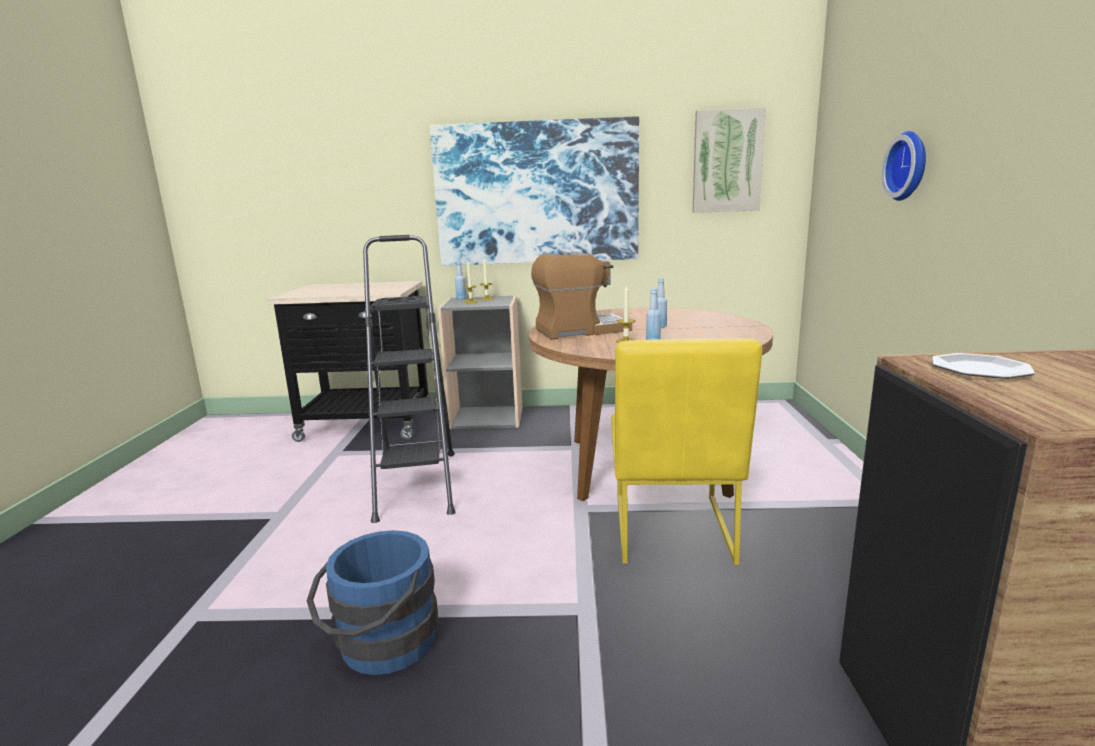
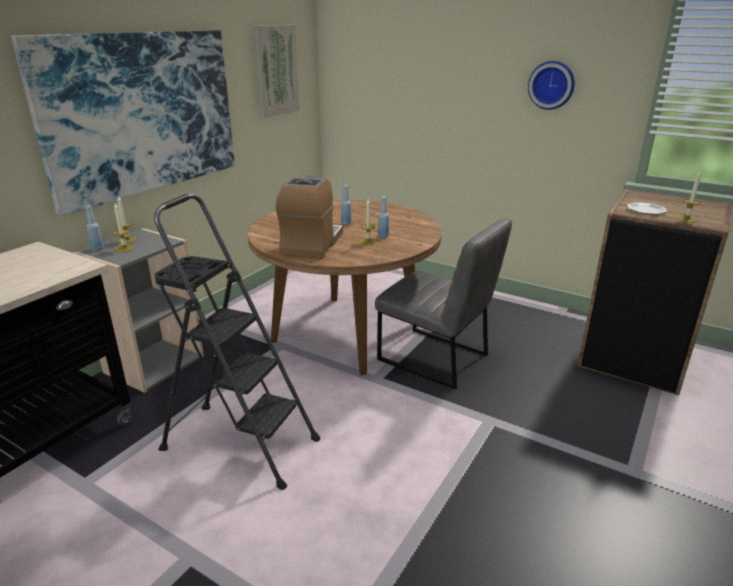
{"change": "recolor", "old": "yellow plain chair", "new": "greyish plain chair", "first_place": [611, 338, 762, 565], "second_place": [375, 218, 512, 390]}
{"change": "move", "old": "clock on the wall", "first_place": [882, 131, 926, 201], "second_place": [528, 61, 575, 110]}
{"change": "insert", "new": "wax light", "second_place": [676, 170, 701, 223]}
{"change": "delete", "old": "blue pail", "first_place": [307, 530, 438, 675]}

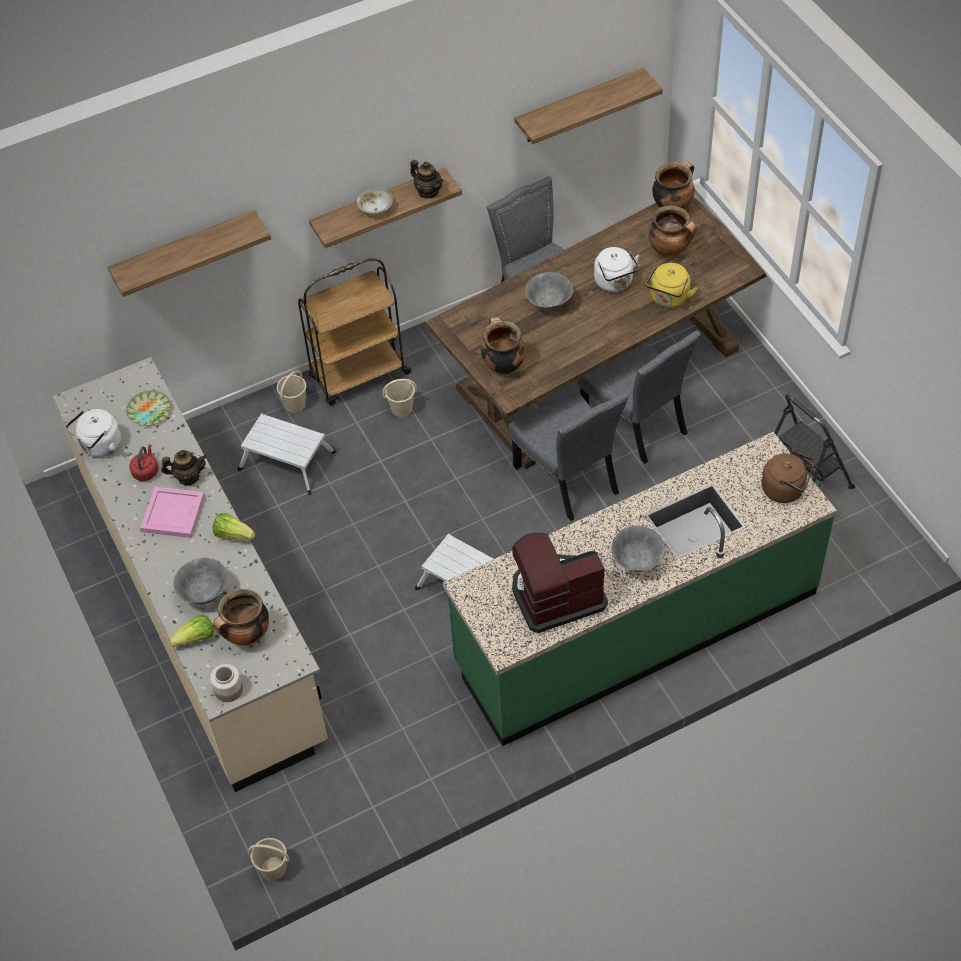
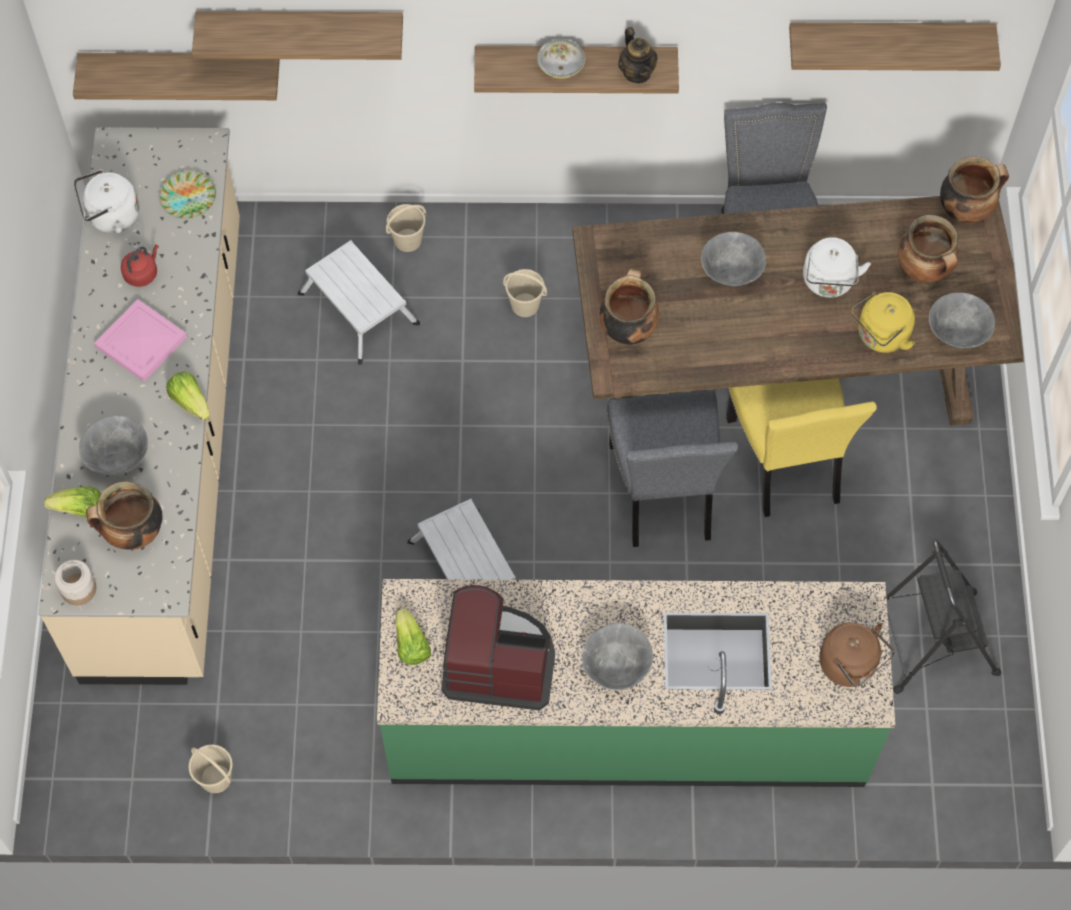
{"change": "insert", "new": "bracket shelf", "second_place": [73, 53, 280, 100]}
{"change": "move", "old": "sand-coloured pail", "first_place": [248, 838, 290, 881], "second_place": [189, 745, 233, 793]}
{"change": "insert", "new": "head of lettuce", "second_place": [395, 608, 431, 665]}
{"change": "recolor", "old": "greyish plain chair", "new": "yellow plain chair", "first_place": [577, 330, 701, 463], "second_place": [726, 378, 877, 517]}
{"change": "insert", "new": "greyish deep dish", "second_place": [929, 293, 995, 348]}
{"change": "delete", "old": "pot for tea", "first_place": [162, 450, 207, 486]}
{"change": "delete", "old": "brown-coloured wheeled cart", "first_place": [298, 258, 411, 406]}

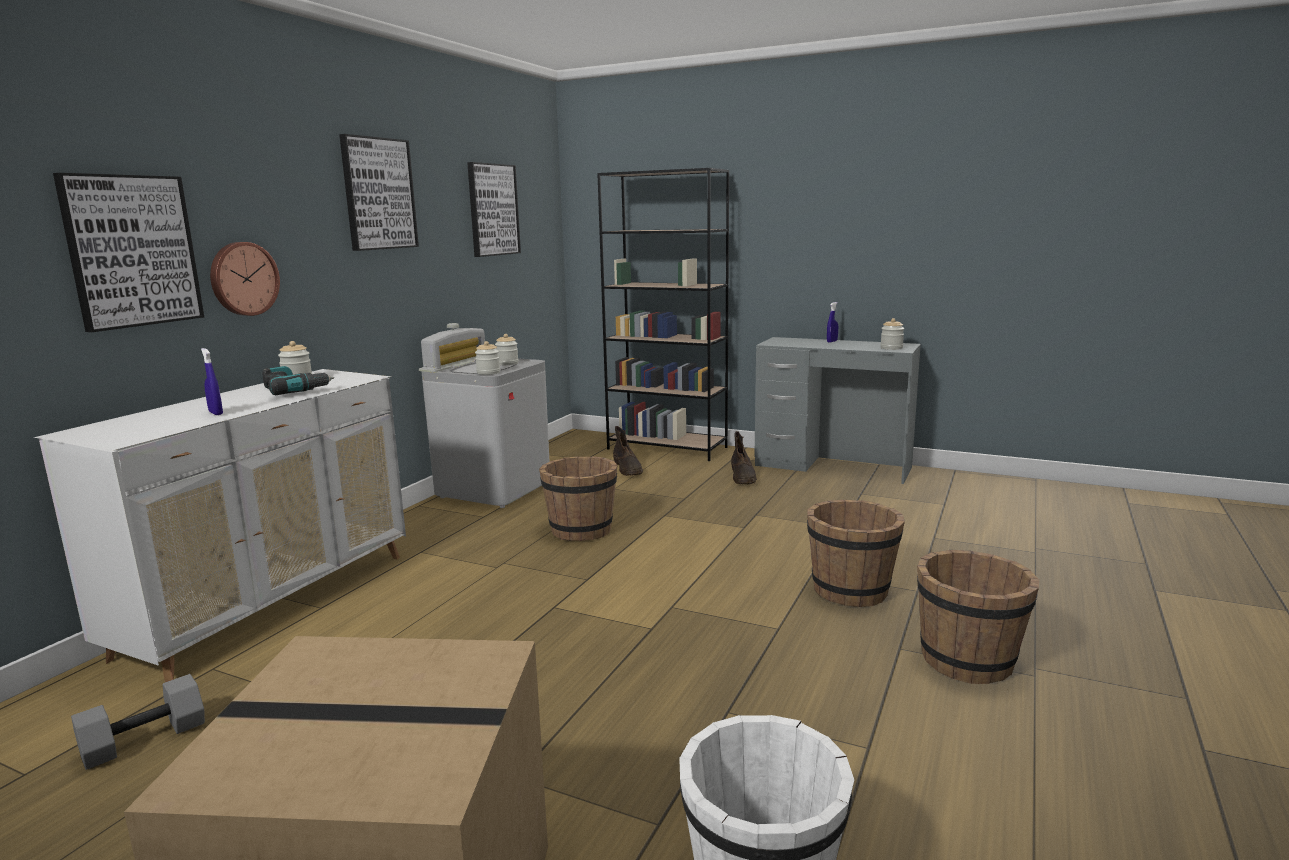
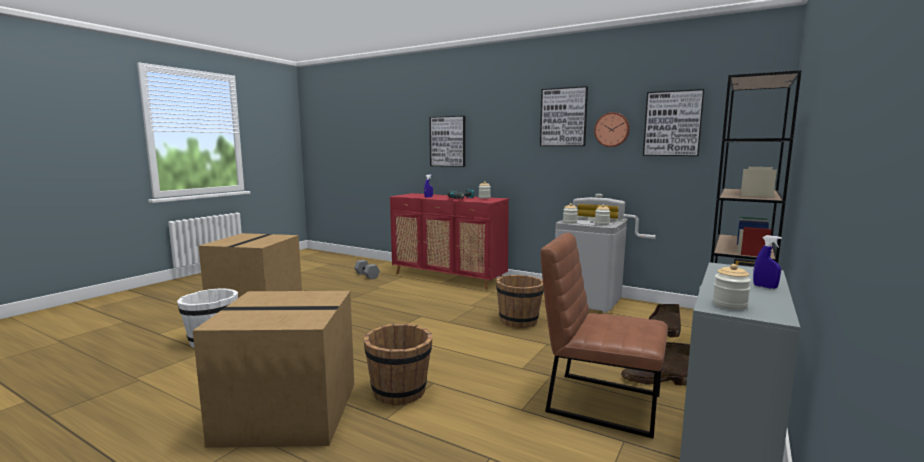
{"change": "replace", "old": "brown-coloured pail", "new": "packing box", "first_place": [917, 550, 1039, 684], "second_place": [193, 291, 354, 448]}
{"change": "recolor", "old": "whitish storage cabinet", "new": "reddish storage cabinet", "first_place": [33, 369, 406, 682], "second_place": [389, 193, 510, 290]}
{"change": "insert", "new": "brown-coloured plain chair", "second_place": [540, 233, 668, 438]}
{"change": "move", "old": "clock on the wall", "first_place": [210, 242, 280, 316], "second_place": [594, 112, 630, 147]}

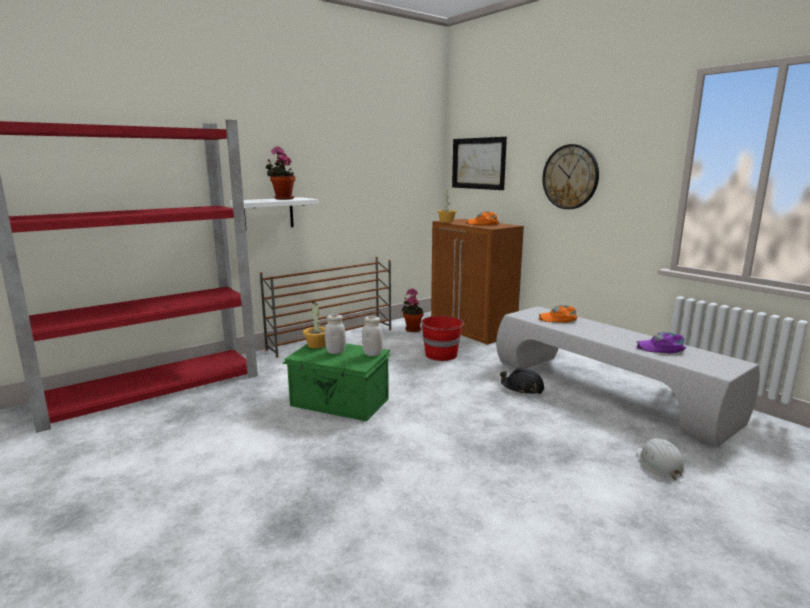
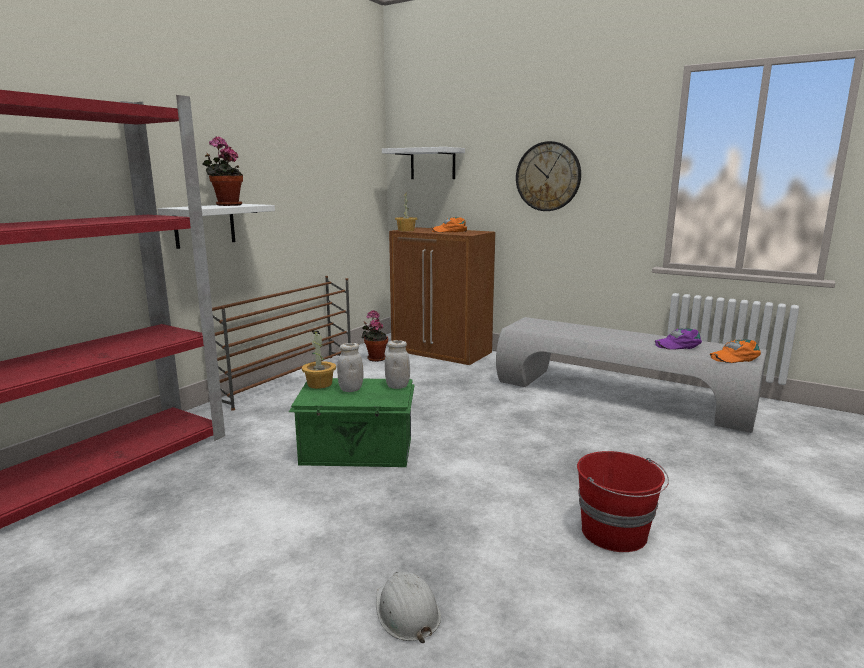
{"change": "move", "old": "whitish work helmet", "first_place": [636, 438, 686, 480], "second_place": [376, 572, 441, 643]}
{"change": "replace", "old": "wall picture", "new": "whitish bracket shelf", "first_place": [452, 137, 507, 190], "second_place": [382, 147, 465, 179]}
{"change": "move", "old": "reddish pail", "first_place": [421, 316, 464, 361], "second_place": [577, 451, 669, 552]}
{"change": "move", "old": "orangey cap", "first_place": [538, 305, 578, 323], "second_place": [710, 339, 761, 363]}
{"change": "delete", "old": "black work helmet", "first_place": [500, 368, 545, 394]}

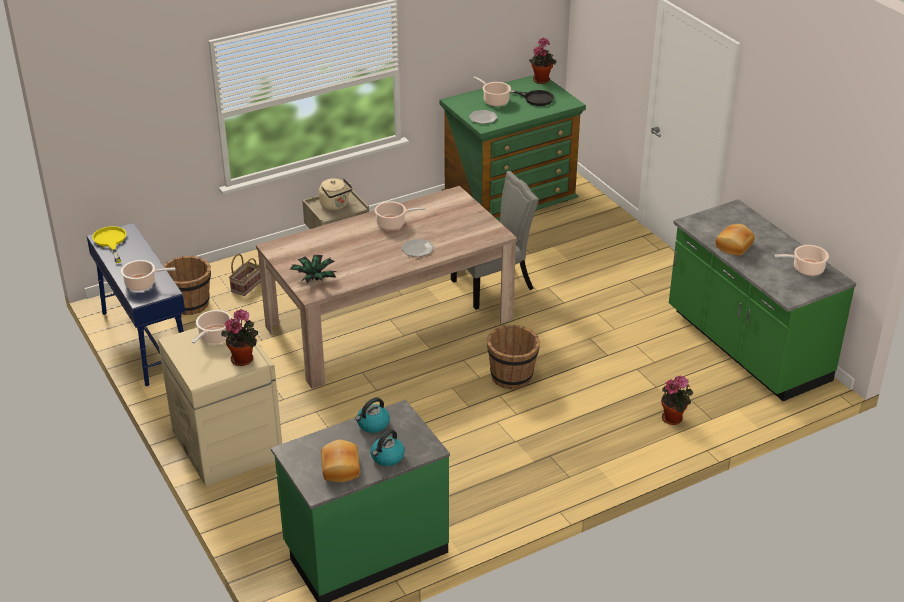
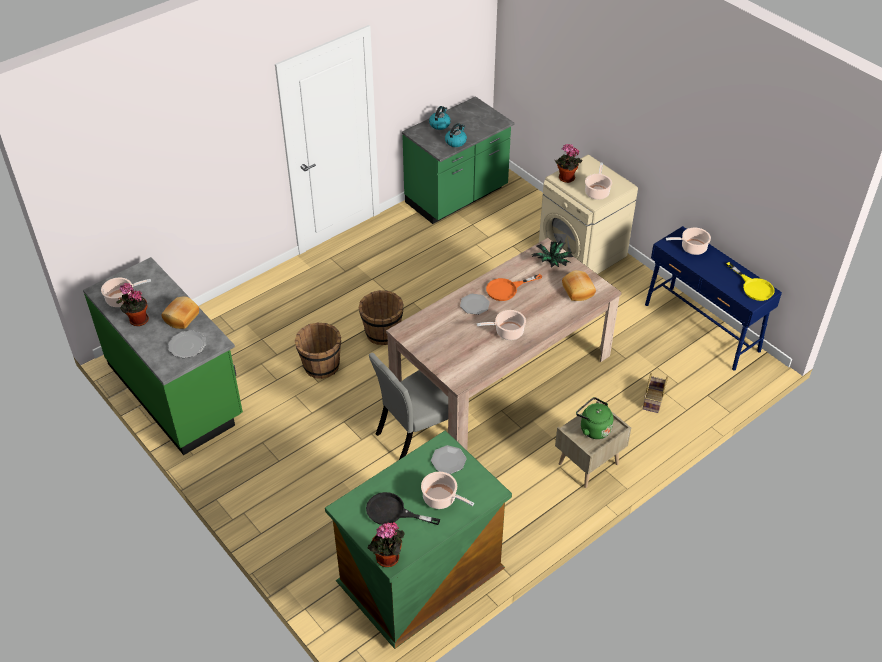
{"change": "move", "old": "plant in a pot", "first_place": [661, 375, 693, 425], "second_place": [116, 283, 149, 326]}
{"change": "insert", "new": "dinner plate", "second_place": [168, 330, 207, 358]}
{"change": "move", "old": "brown-coloured pail", "first_place": [163, 256, 211, 315], "second_place": [295, 323, 341, 379]}
{"change": "insert", "new": "orangey skillet", "second_place": [486, 274, 542, 301]}
{"change": "move", "old": "baked bread", "first_place": [321, 440, 360, 482], "second_place": [562, 270, 596, 301]}
{"change": "recolor", "old": "sand-coloured kettle", "new": "green kettle", "first_place": [319, 178, 353, 210], "second_place": [576, 397, 613, 439]}

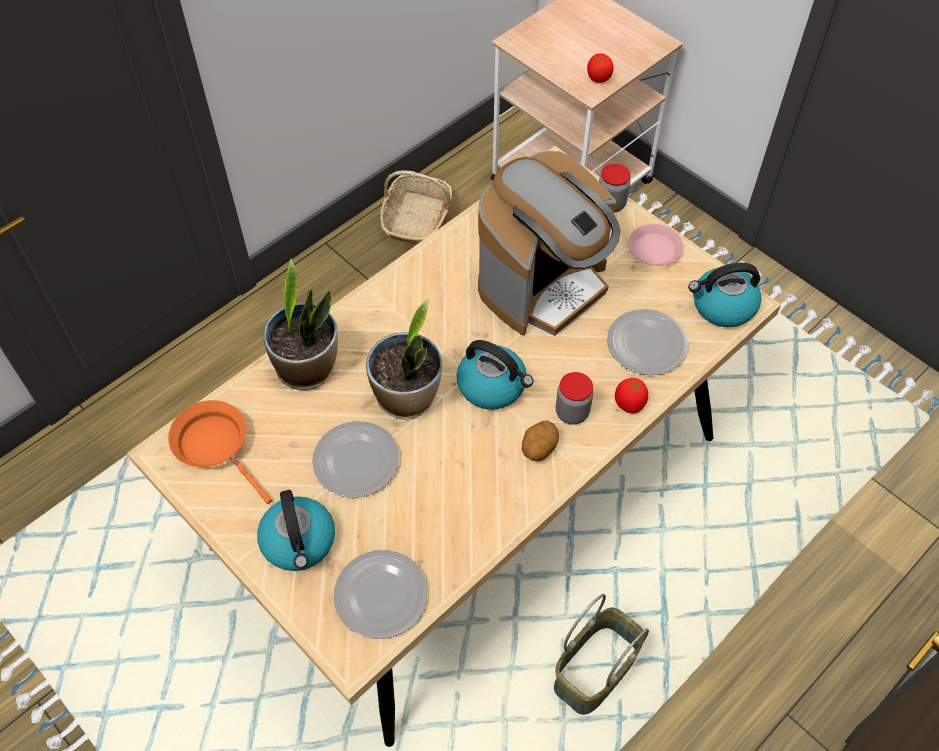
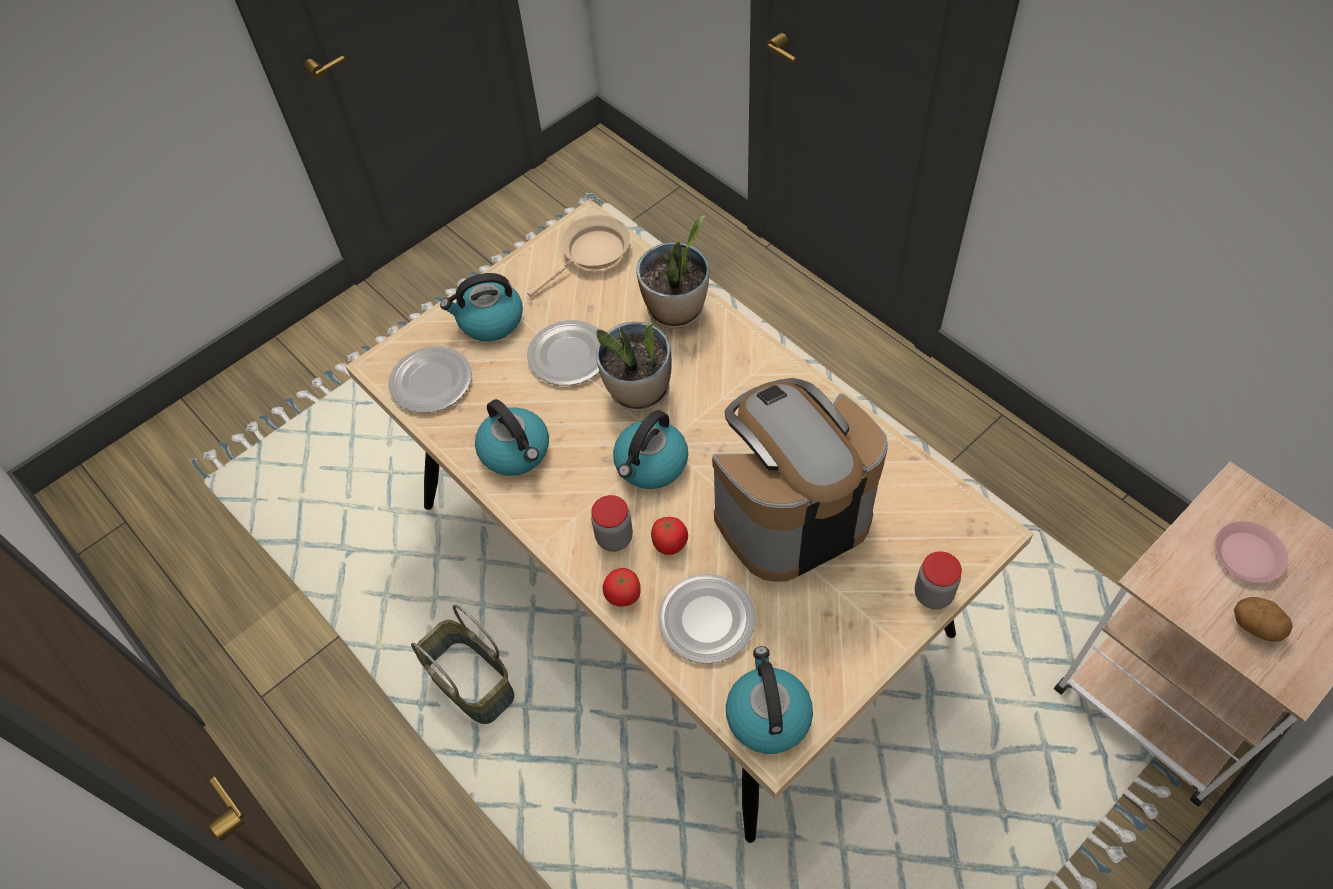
{"change": "insert", "new": "kettle", "second_place": [475, 399, 549, 476]}
{"change": "recolor", "old": "orangey skillet", "new": "sand-coloured skillet", "first_place": [168, 400, 272, 504], "second_place": [527, 215, 631, 297]}
{"change": "move", "old": "whole tomato", "first_place": [587, 53, 613, 83], "second_place": [651, 517, 688, 555]}
{"change": "rotate", "old": "coffee machine", "first_place": [478, 151, 621, 336], "second_place": [712, 378, 888, 582], "degrees": 105}
{"change": "move", "old": "pink dinner plate", "first_place": [628, 224, 683, 266], "second_place": [1214, 521, 1288, 583]}
{"change": "move", "old": "whole potato", "first_place": [522, 421, 559, 461], "second_place": [1234, 597, 1293, 642]}
{"change": "delete", "old": "storage basket", "first_place": [380, 170, 452, 245]}

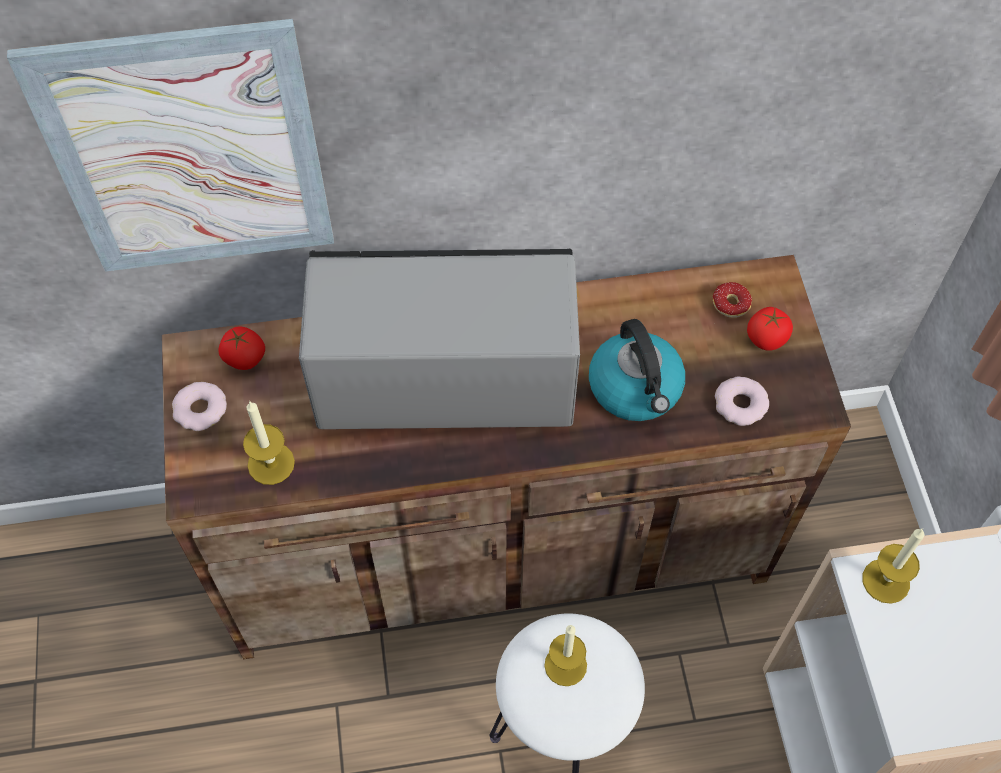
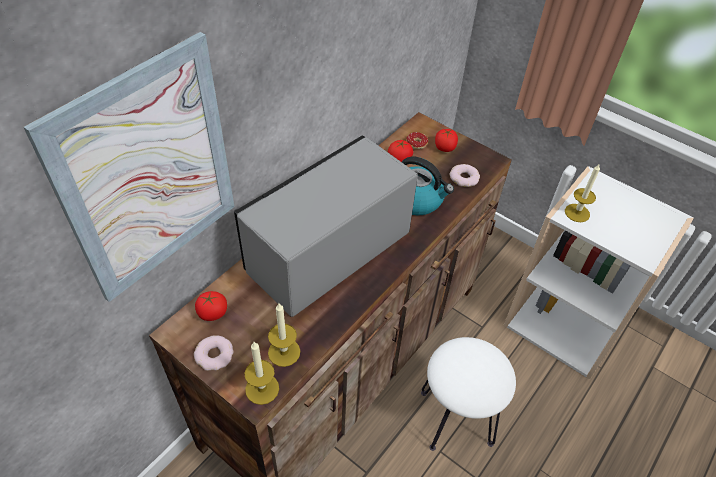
{"change": "move", "old": "wax light", "first_place": [544, 625, 587, 686], "second_place": [245, 342, 279, 405]}
{"change": "insert", "new": "whole tomato", "second_place": [388, 140, 413, 162]}

